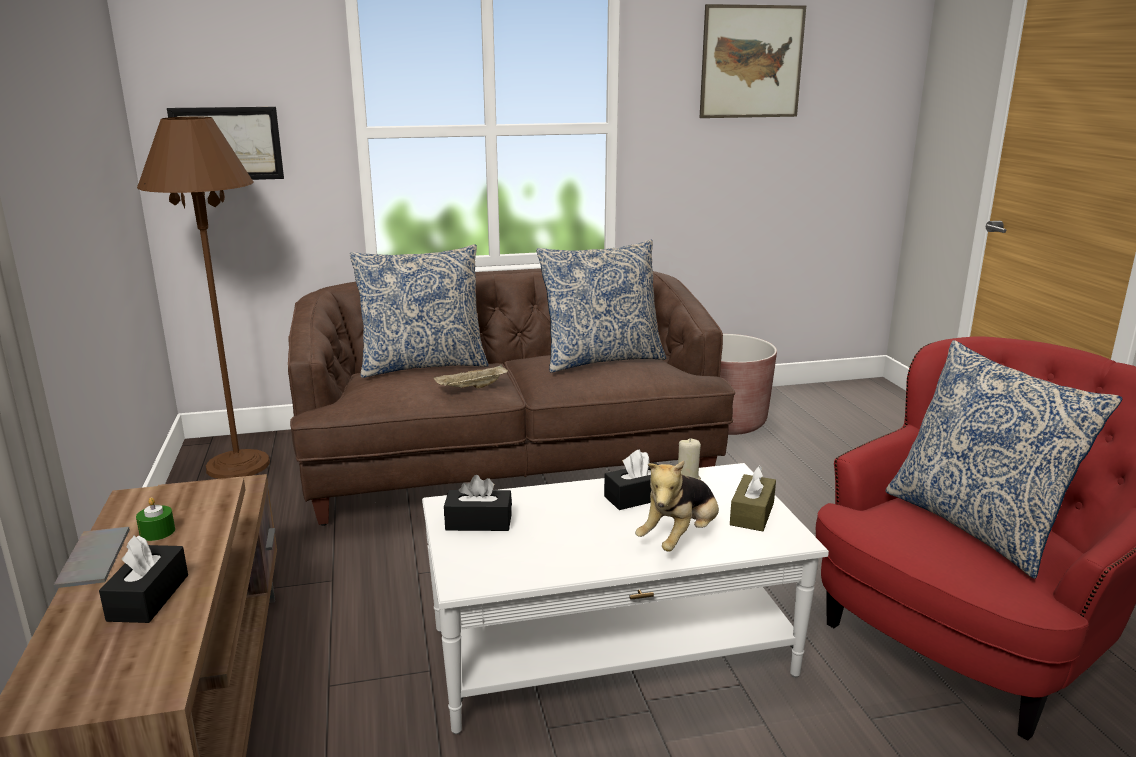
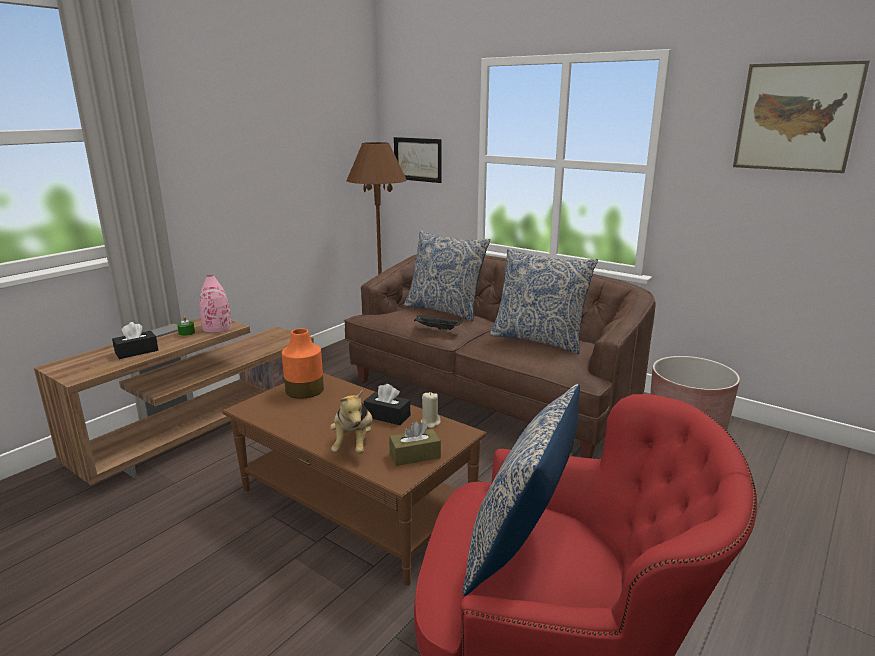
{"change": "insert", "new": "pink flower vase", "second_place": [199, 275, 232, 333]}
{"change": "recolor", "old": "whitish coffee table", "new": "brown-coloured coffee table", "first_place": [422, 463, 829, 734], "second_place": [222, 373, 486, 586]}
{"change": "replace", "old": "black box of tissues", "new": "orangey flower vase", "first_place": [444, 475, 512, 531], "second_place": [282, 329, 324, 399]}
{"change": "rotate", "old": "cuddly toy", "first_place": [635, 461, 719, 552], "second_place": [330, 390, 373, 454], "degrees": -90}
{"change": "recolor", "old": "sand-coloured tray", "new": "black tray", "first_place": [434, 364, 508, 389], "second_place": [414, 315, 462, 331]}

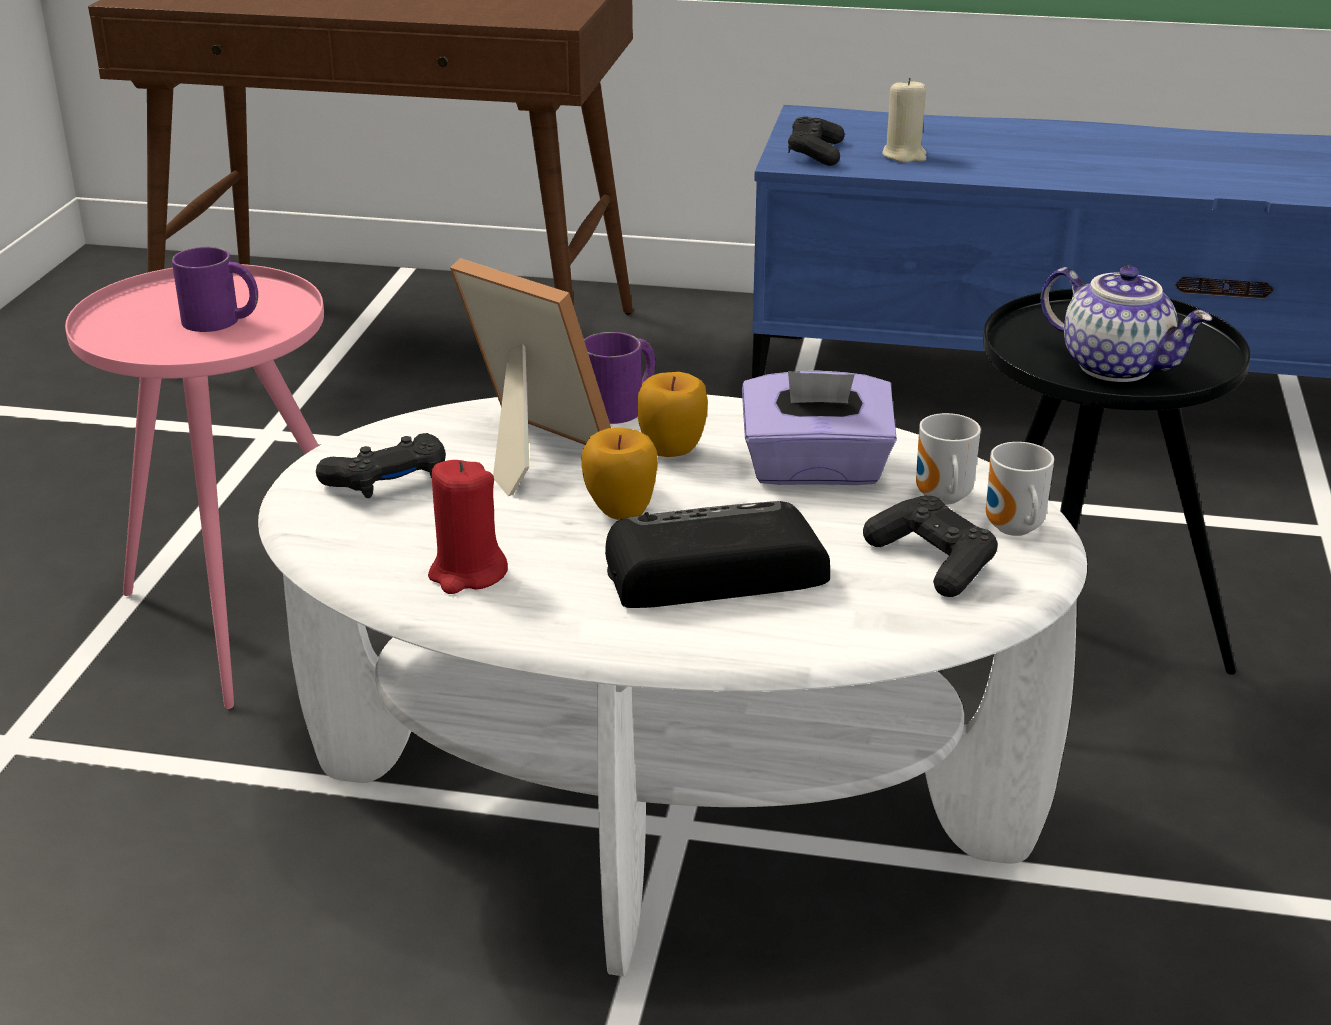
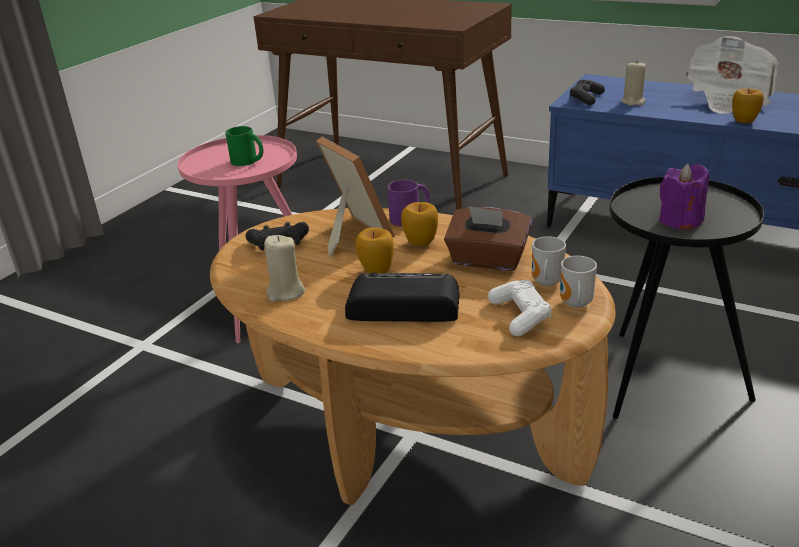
{"change": "recolor", "old": "whitish coffee table", "new": "brown-coloured coffee table", "first_place": [258, 395, 1087, 976], "second_place": [210, 208, 616, 505]}
{"change": "recolor", "old": "purplish mug", "new": "green mug", "first_place": [172, 247, 258, 332], "second_place": [225, 126, 264, 166]}
{"change": "recolor", "old": "reddish wax light", "new": "sand-coloured wax light", "first_place": [428, 460, 508, 594], "second_place": [264, 235, 305, 302]}
{"change": "recolor", "old": "purplish box of tissues", "new": "brown-coloured box of tissues", "first_place": [742, 370, 897, 485], "second_place": [444, 206, 532, 271]}
{"change": "recolor", "old": "black joypad", "new": "whitish joypad", "first_place": [863, 495, 998, 597], "second_place": [488, 280, 552, 337]}
{"change": "replace", "old": "pot for tea", "new": "purplish wax light", "first_place": [1041, 266, 1212, 382], "second_place": [660, 164, 709, 230]}
{"change": "insert", "new": "newspaper", "second_place": [686, 36, 779, 114]}
{"change": "insert", "new": "whole apple", "second_place": [732, 88, 764, 123]}

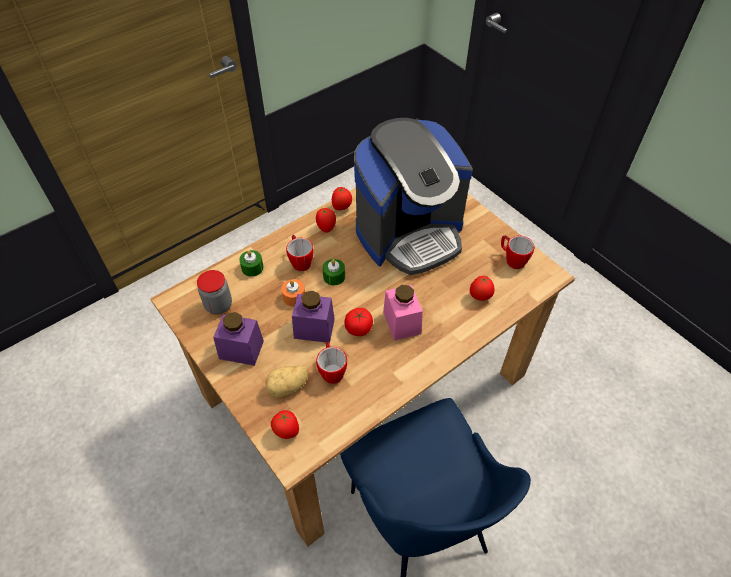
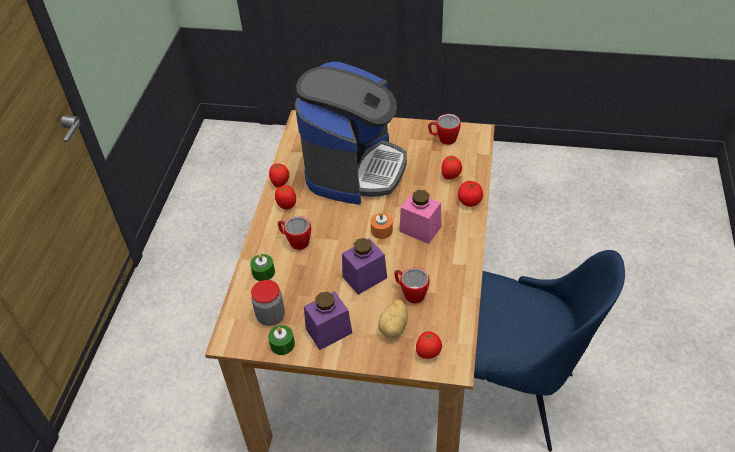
{"change": "move", "old": "green wax light", "first_place": [323, 259, 345, 285], "second_place": [268, 325, 295, 355]}
{"change": "move", "old": "orangey wax light", "first_place": [281, 279, 305, 307], "second_place": [371, 212, 393, 239]}
{"change": "move", "old": "whole tomato", "first_place": [345, 308, 373, 336], "second_place": [458, 181, 483, 207]}

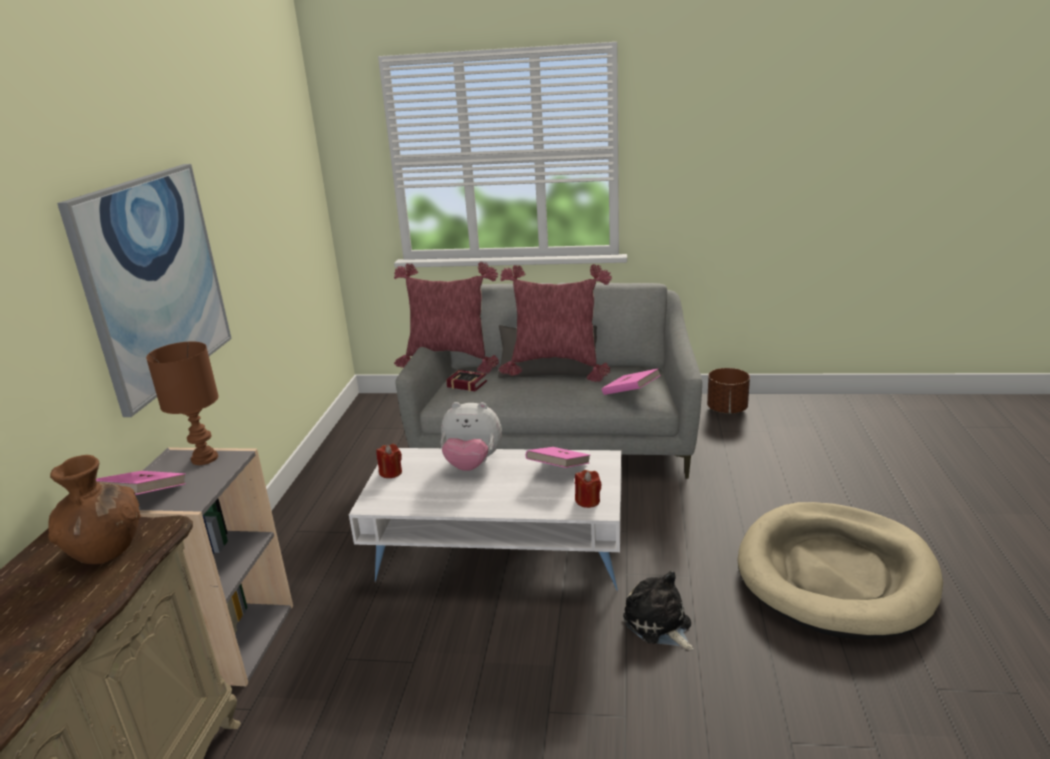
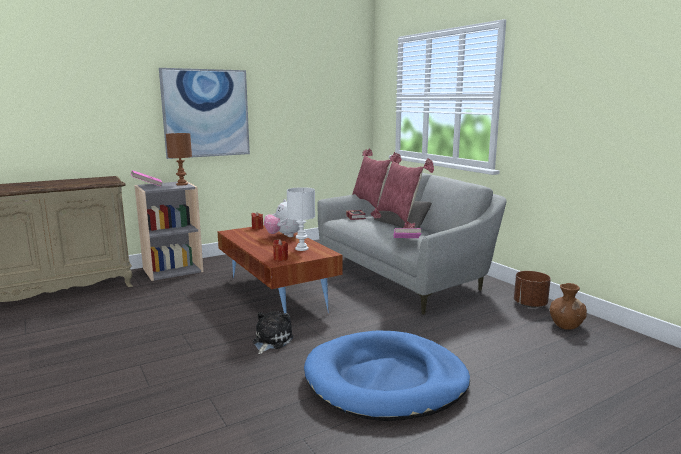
{"change": "recolor", "old": "whitish coffee table", "new": "brown-coloured coffee table", "first_place": [349, 448, 621, 592], "second_place": [217, 225, 343, 315]}
{"change": "replace", "old": "pink bound book", "new": "whitish lamp for a table", "first_place": [526, 447, 590, 468], "second_place": [287, 187, 315, 251]}
{"change": "recolor", "old": "sand-coloured dog bed", "new": "blue dog bed", "first_place": [737, 502, 943, 639], "second_place": [304, 330, 470, 421]}
{"change": "move", "old": "brown-coloured flower vase", "first_place": [48, 455, 141, 564], "second_place": [550, 283, 587, 330]}

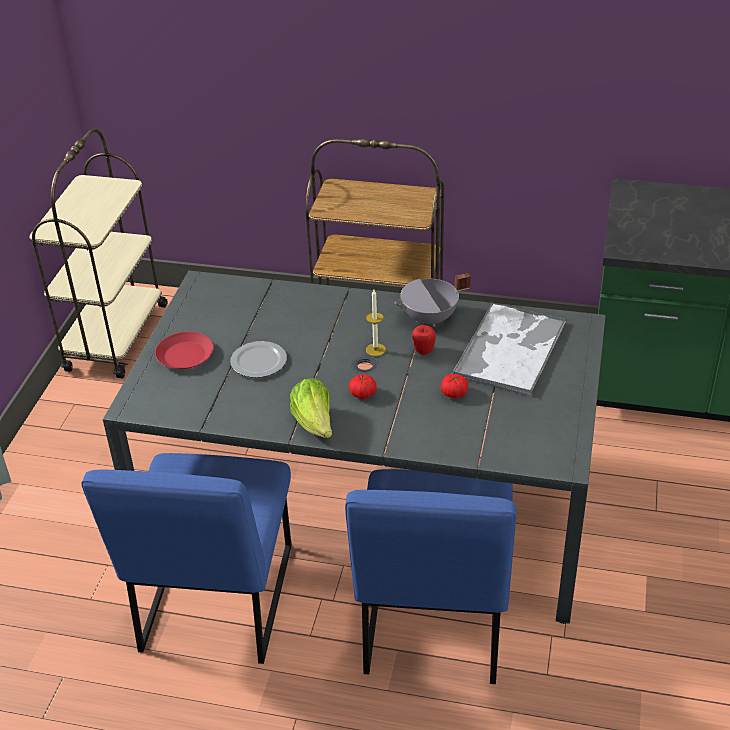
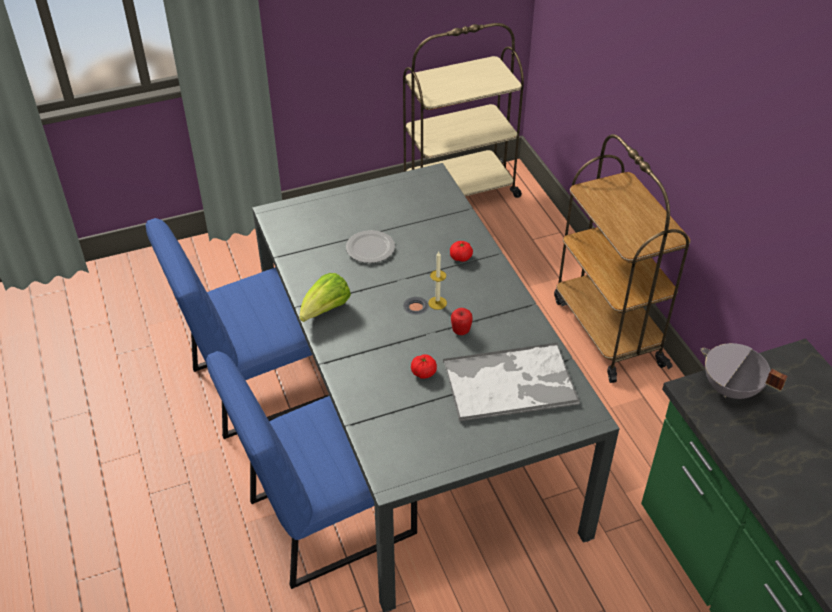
{"change": "move", "old": "whole tomato", "first_place": [349, 374, 377, 399], "second_place": [450, 241, 473, 262]}
{"change": "move", "old": "greyish saucepot", "first_place": [395, 273, 471, 327], "second_place": [701, 343, 787, 399]}
{"change": "delete", "old": "reddish dinner plate", "first_place": [155, 332, 213, 369]}

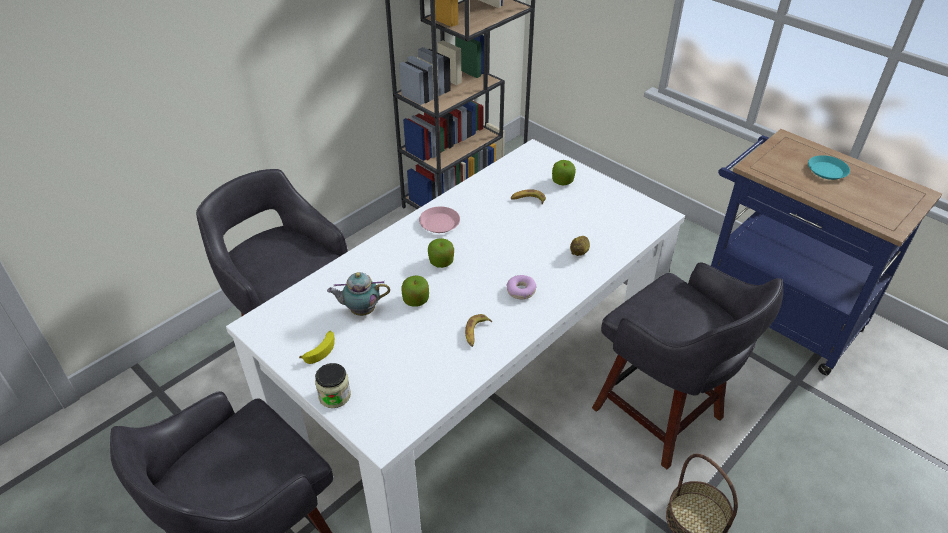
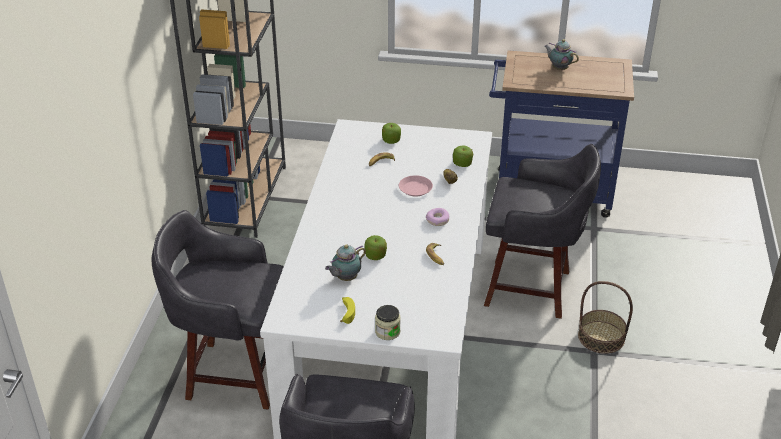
{"change": "move", "old": "pink dinner plate", "first_place": [419, 206, 460, 233], "second_place": [399, 175, 433, 197]}
{"change": "move", "old": "whole apple", "first_place": [428, 238, 454, 268], "second_place": [453, 145, 473, 167]}
{"change": "replace", "old": "blue-green dinner plate", "new": "pot for tea", "first_place": [808, 155, 850, 180], "second_place": [545, 39, 579, 70]}

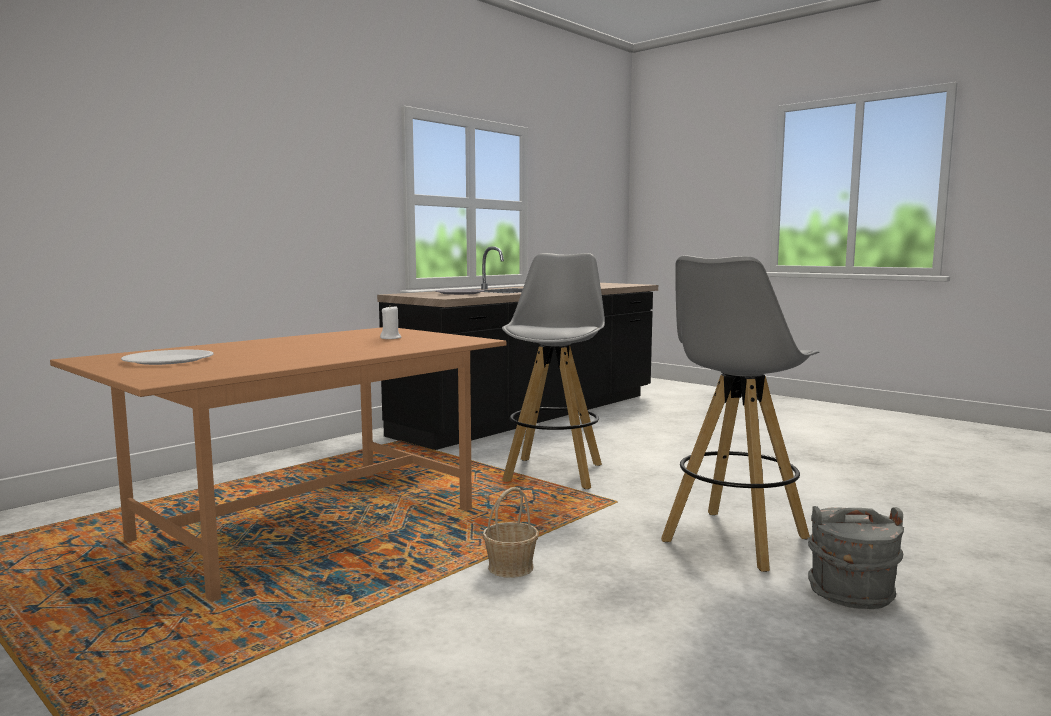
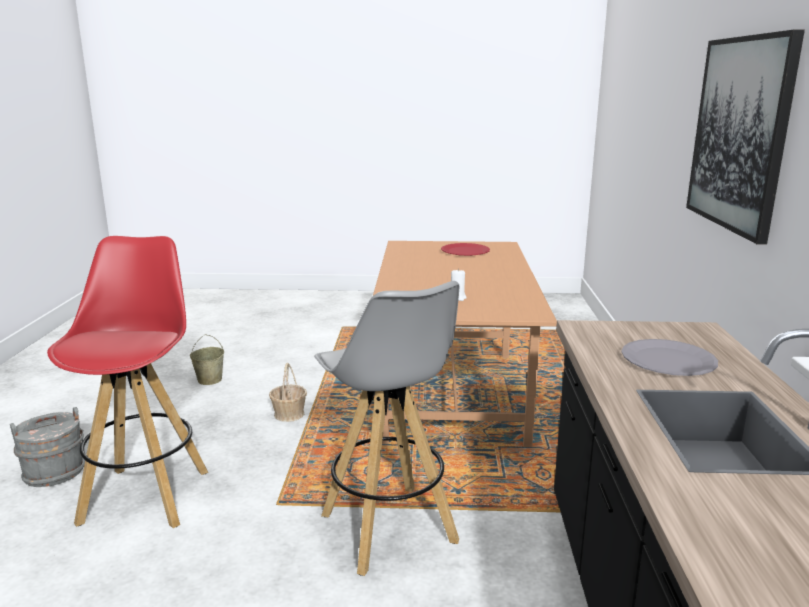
{"change": "recolor", "old": "greyish sitting stool", "new": "reddish sitting stool", "first_place": [661, 255, 819, 572], "second_place": [47, 236, 208, 528]}
{"change": "insert", "new": "sand-coloured pail", "second_place": [190, 334, 224, 385]}
{"change": "recolor", "old": "whitish dinner plate", "new": "reddish dinner plate", "first_place": [121, 350, 214, 365], "second_place": [441, 243, 490, 256]}
{"change": "insert", "new": "wall picture", "second_place": [686, 29, 805, 245]}

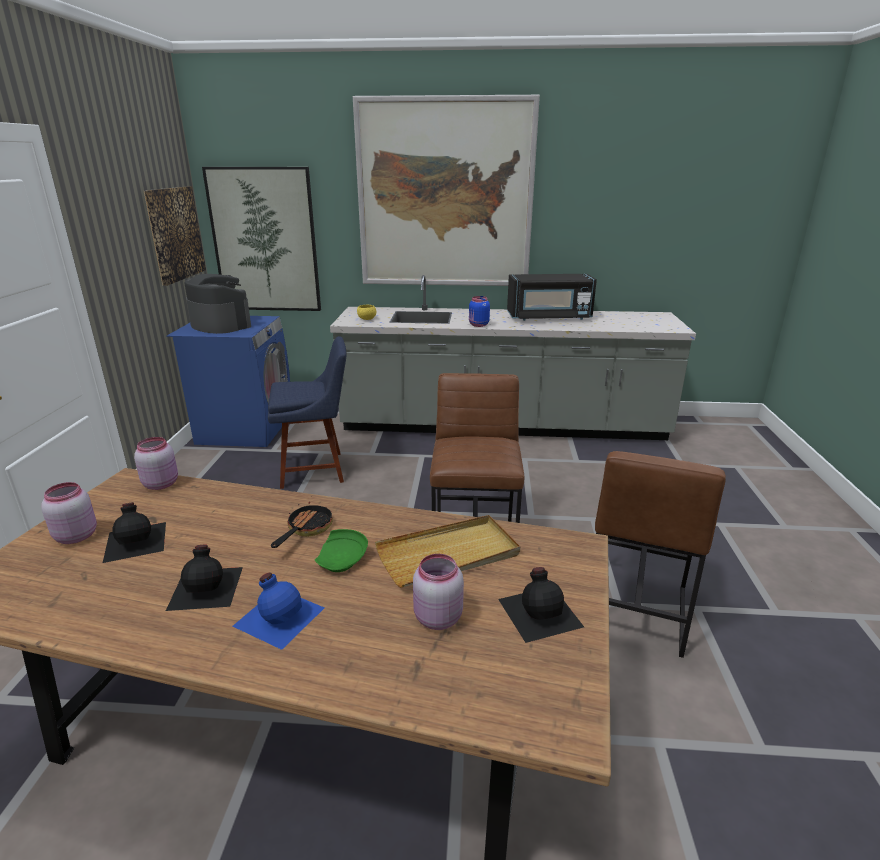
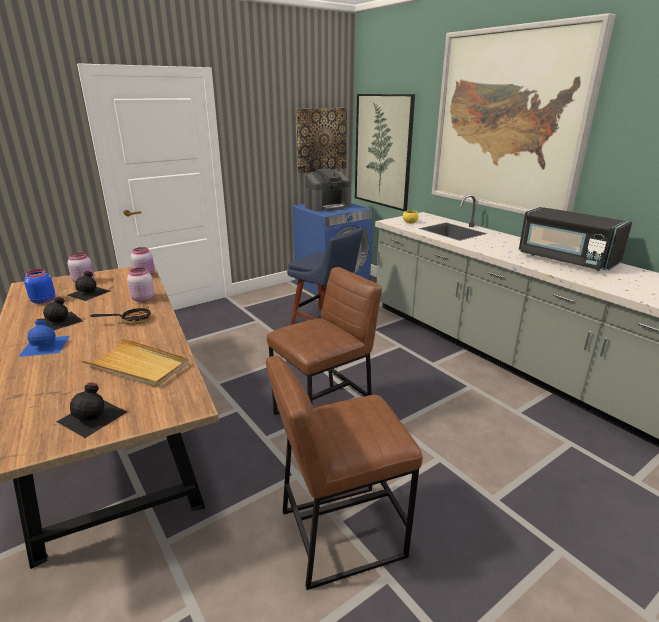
{"change": "move", "old": "blue jar", "first_place": [469, 296, 490, 327], "second_place": [24, 269, 55, 304]}
{"change": "move", "old": "pink jar", "first_place": [413, 554, 464, 630], "second_place": [127, 267, 155, 302]}
{"change": "rotate", "old": "coffee machine", "first_place": [184, 274, 251, 334], "second_place": [305, 168, 351, 211], "degrees": 60}
{"change": "delete", "old": "green dinner plate", "first_place": [315, 529, 368, 572]}

